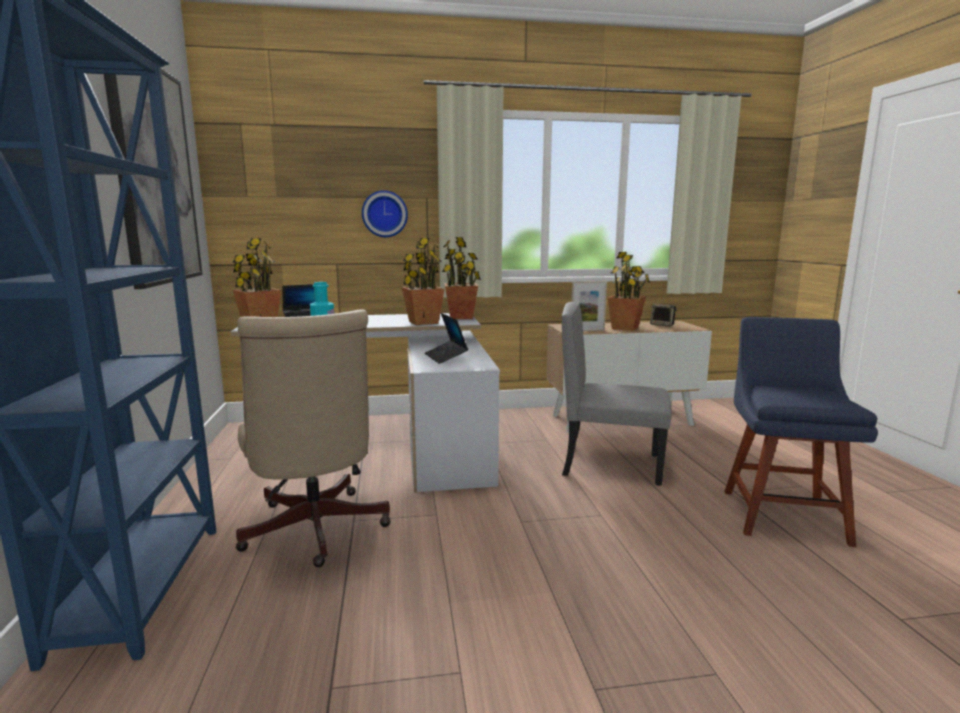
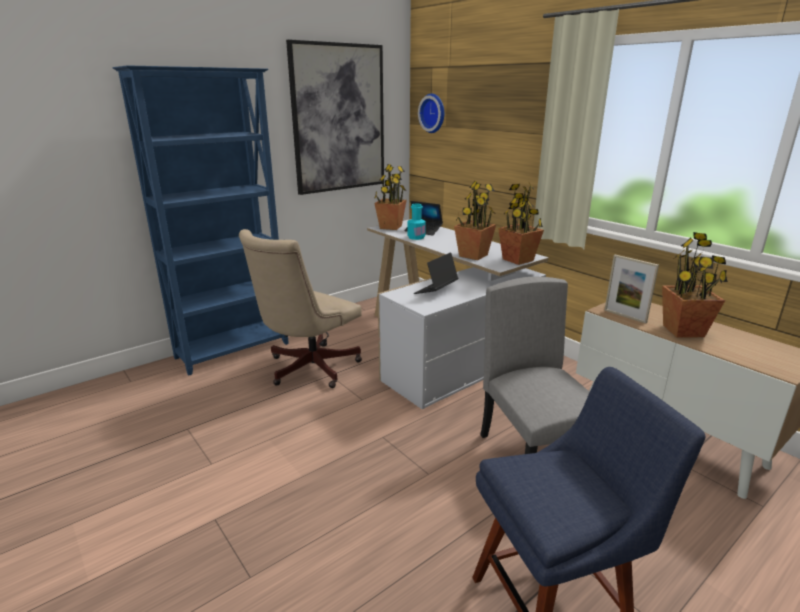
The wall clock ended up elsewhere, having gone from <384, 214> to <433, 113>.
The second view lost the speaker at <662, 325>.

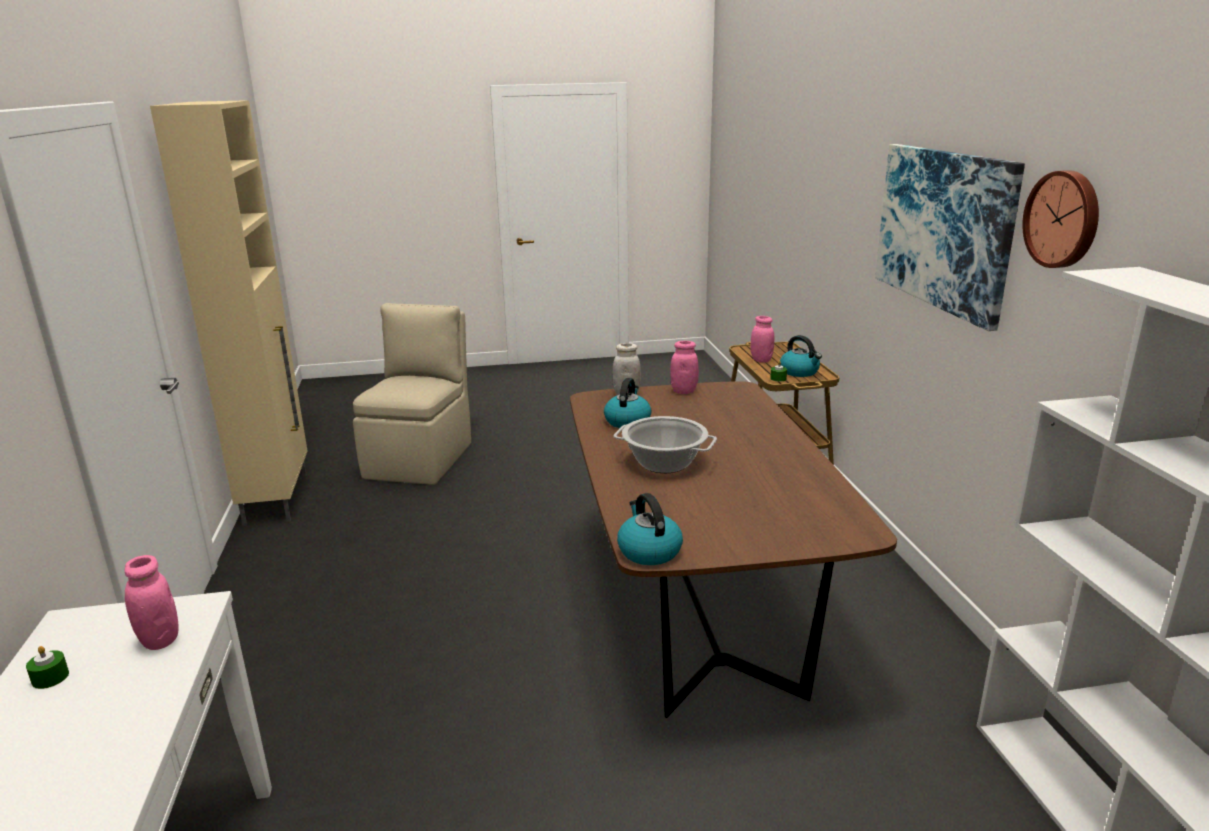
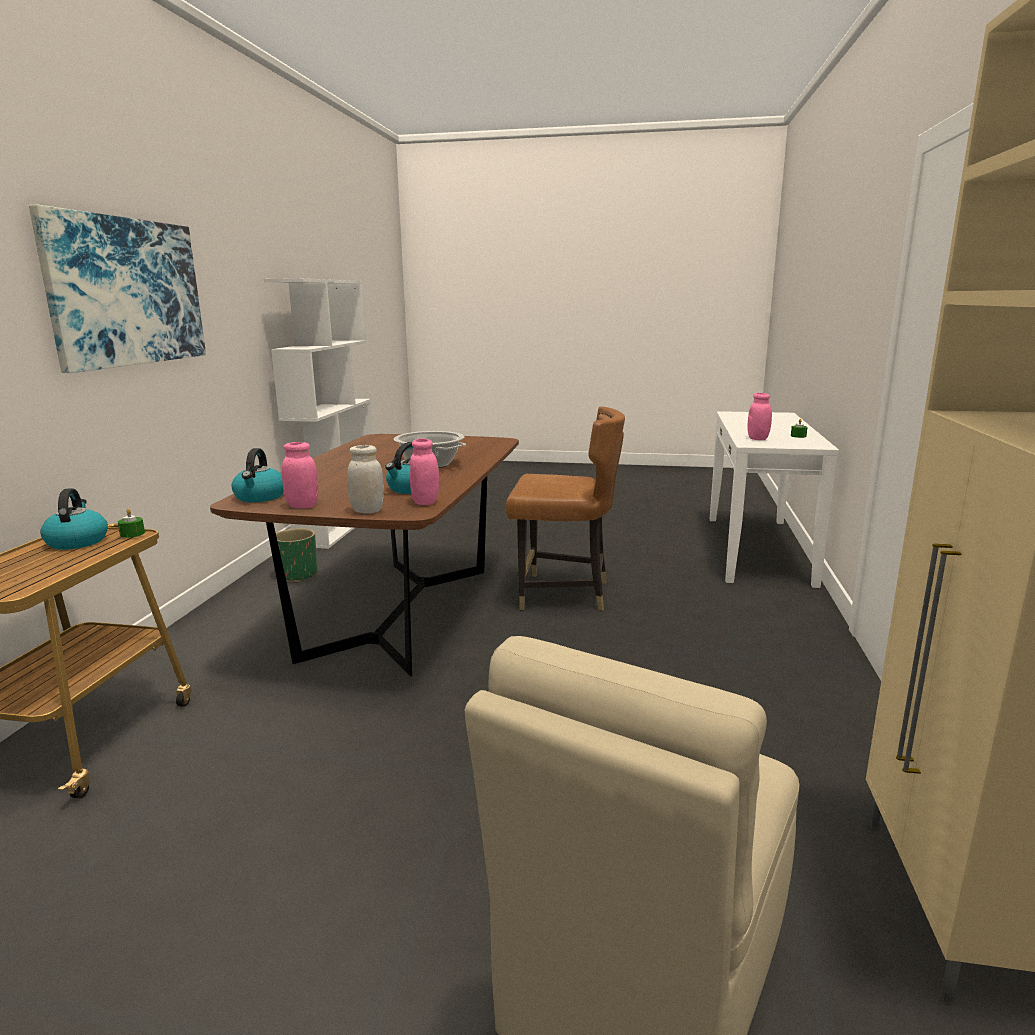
The water kettle ended up elsewhere, having gone from <648, 551> to <260, 497>.
The pinkish jar ended up elsewhere, having gone from <761, 360> to <425, 502>.
The second view lost the wall clock at <1064, 219>.
The second view gained the green planter at <297, 575>.
The second view gained the brown-coloured chair at <563, 594>.

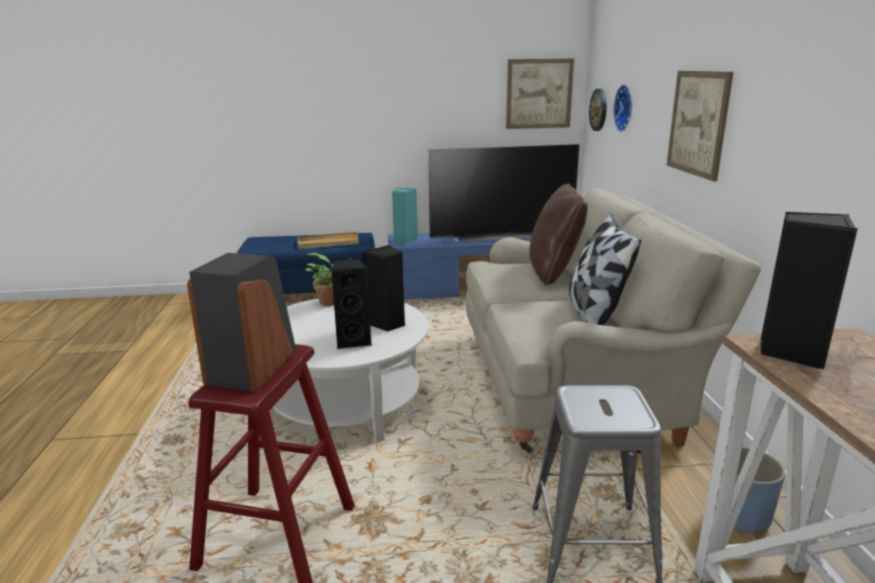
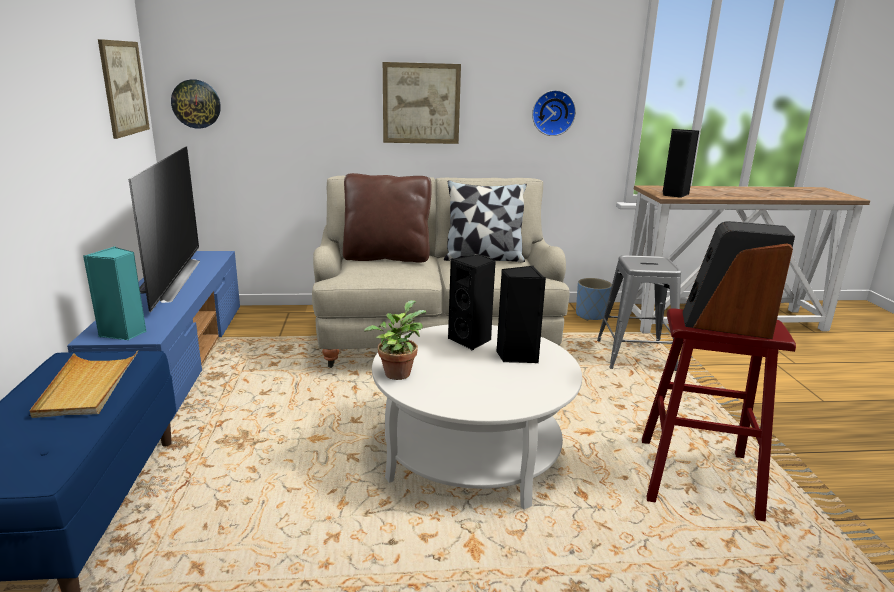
The wall clock ended up elsewhere, having gone from <626, 108> to <553, 113>.

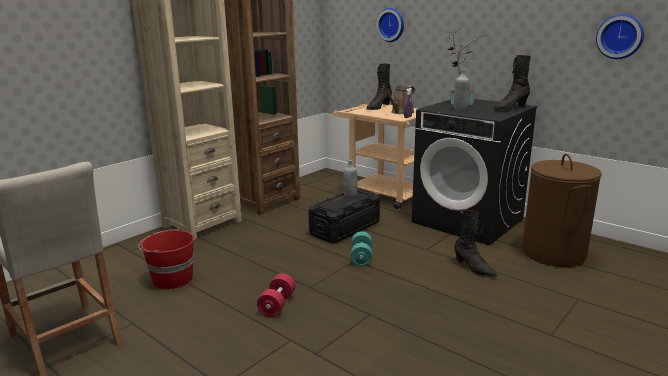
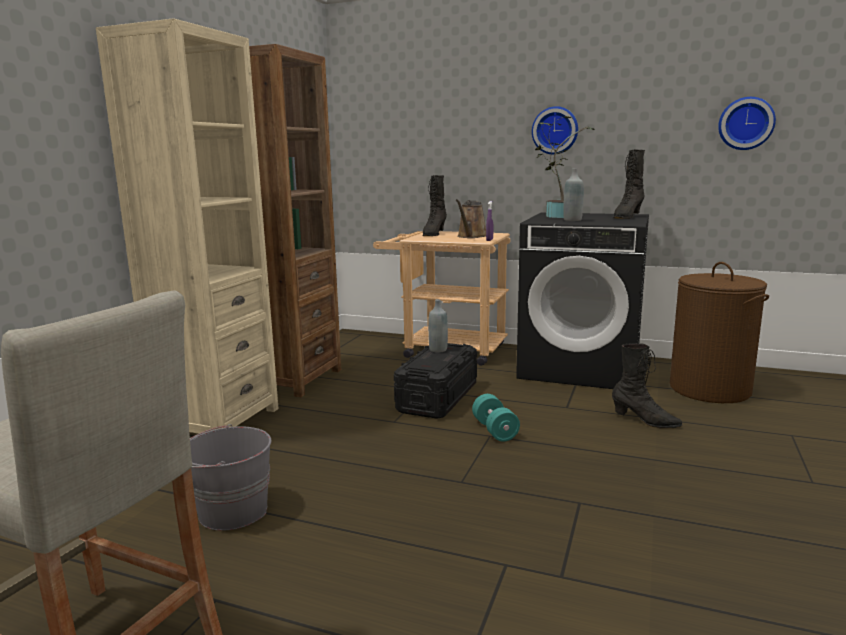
What was the reddish pail at <171, 279> turned into the greyish pail at <231, 511>.
The second view lost the reddish free weight at <277, 305>.
The wall clock ended up elsewhere, having gone from <391, 25> to <555, 130>.

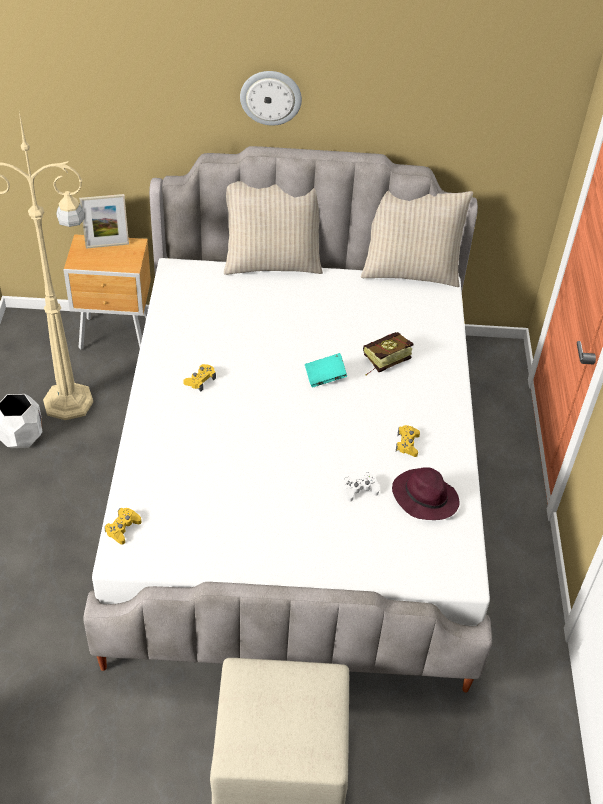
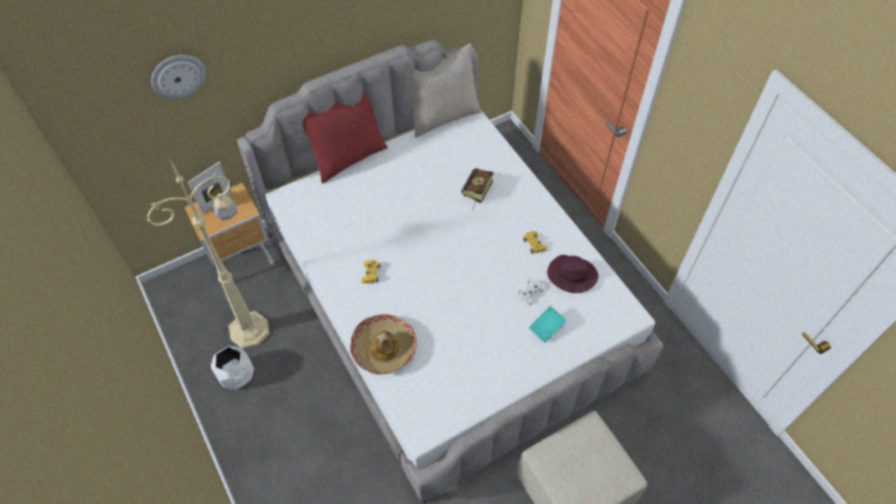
The second view lost the yellow-coloured gamepad at <122, 528>.
What was the sand-coloured throw pillow at <272, 263> turned into the reddish throw pillow at <348, 157>.
The wall clock ended up elsewhere, having gone from <271, 97> to <178, 75>.
The turquoise-coloured book ended up elsewhere, having gone from <325, 377> to <546, 328>.
The second view gained the clothing hat at <384, 348>.

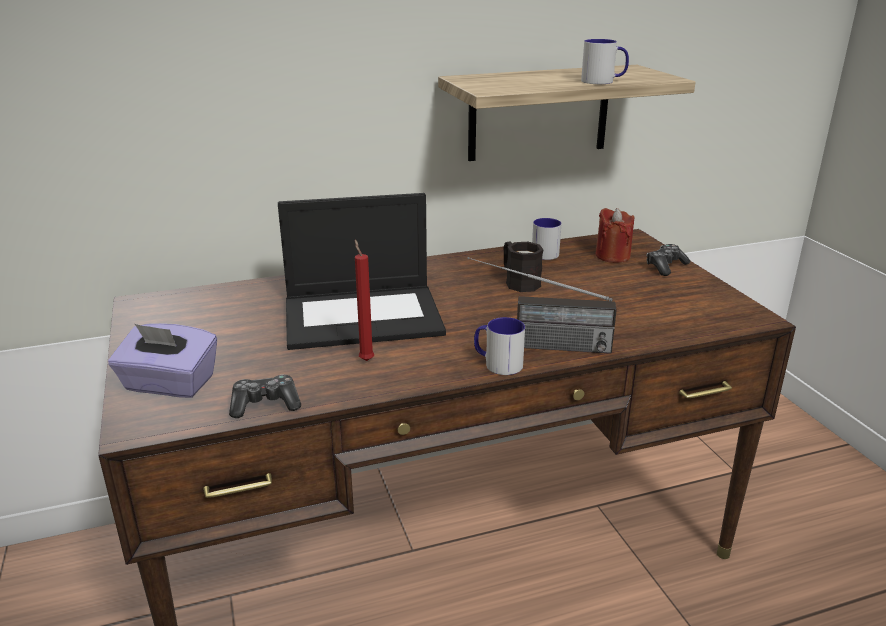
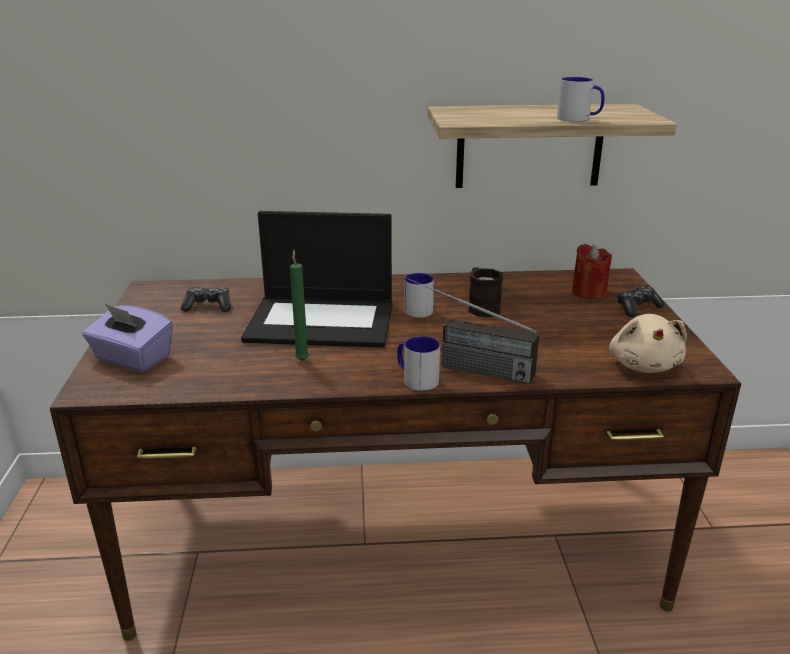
The gamepad ended up elsewhere, having gone from <265, 405> to <208, 306>.
What was the reddish candle at <365, 359> turned into the green candle at <302, 359>.
The coffee mug ended up elsewhere, having gone from <544, 252> to <420, 308>.
The second view gained the sand-coloured soft toy at <644, 365>.

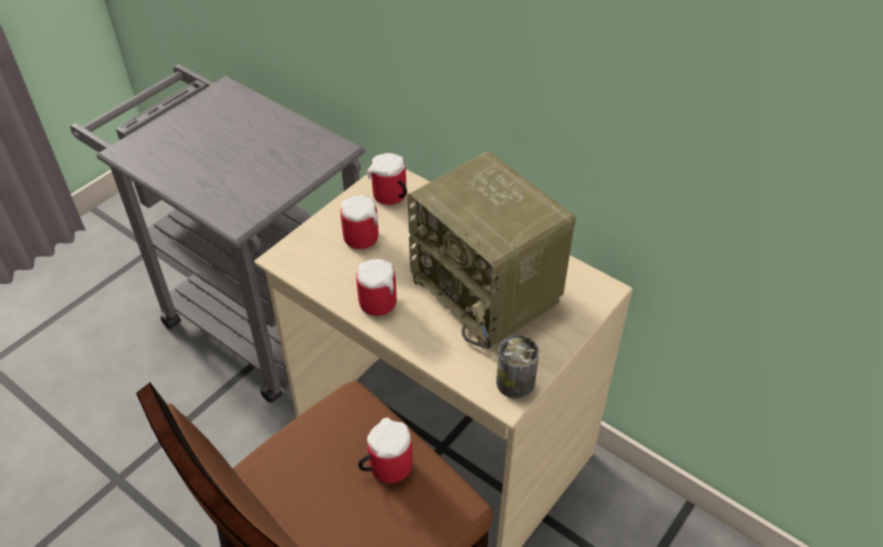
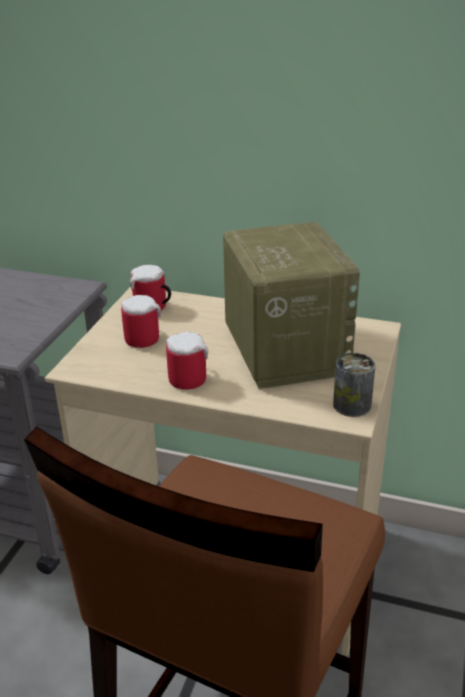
The second view lost the coffee mug at <384, 467>.
The radio receiver at <488, 290> ended up facing another way, 135 degrees counterclockwise from before.

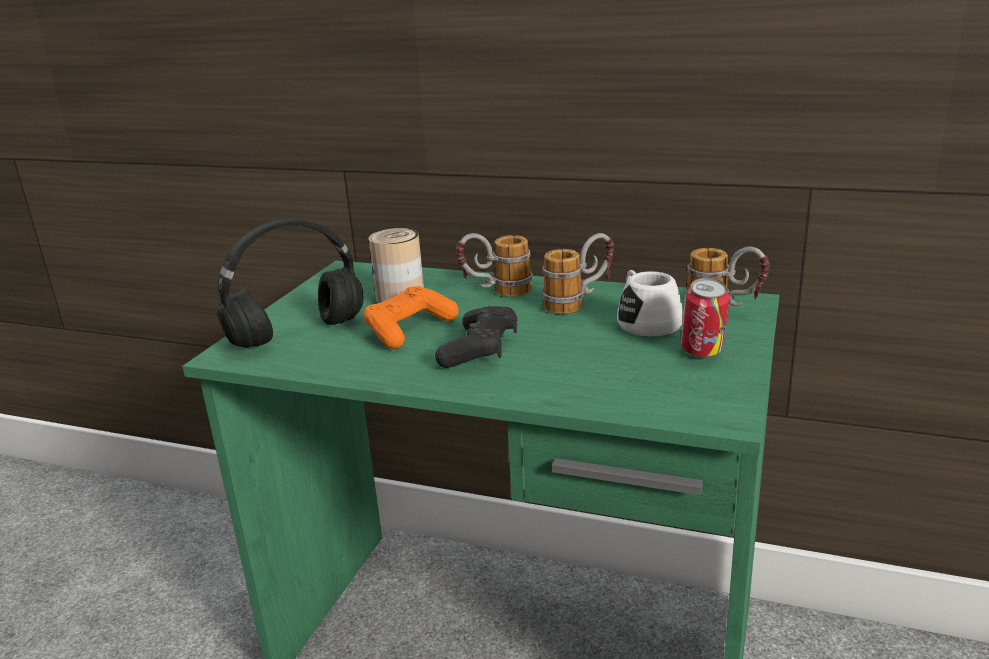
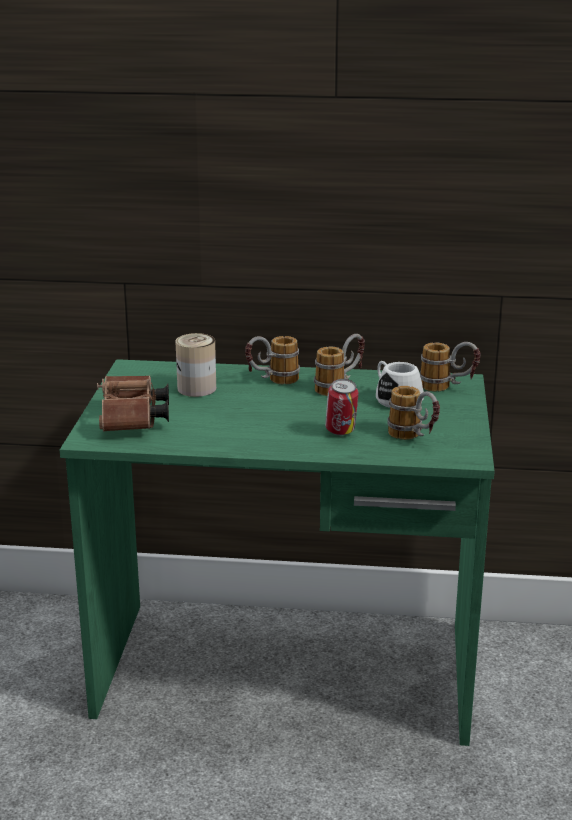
Where the blackish headphones stood at <295, 334>, the brown-coloured field glasses came to stand at <133, 421>.
The second view lost the orange-coloured gamepad at <409, 329>.
The second view lost the blackish gamepad at <480, 350>.
The sealed can ended up elsewhere, having gone from <702, 354> to <341, 433>.
The second view gained the coffee mug at <414, 438>.

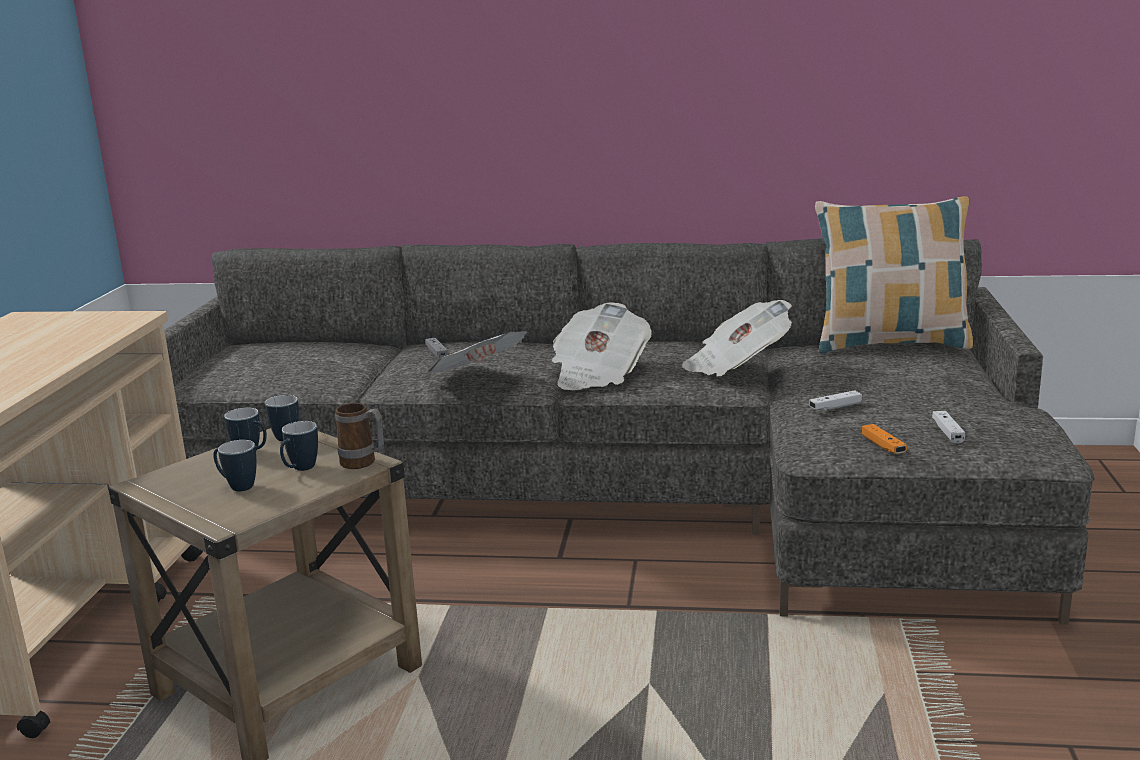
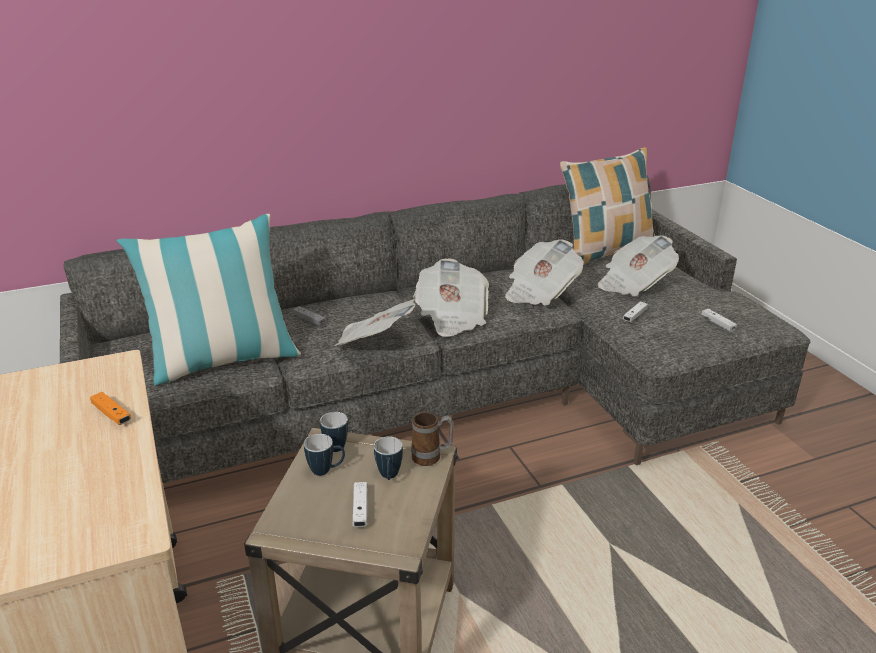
Where the coffee mug stood at <237, 486>, the whitish gamepad came to stand at <360, 510>.
The orange-coloured gamepad ended up elsewhere, having gone from <883, 446> to <112, 414>.
The second view gained the throw pillow at <223, 361>.
The second view gained the newspaper at <634, 284>.

